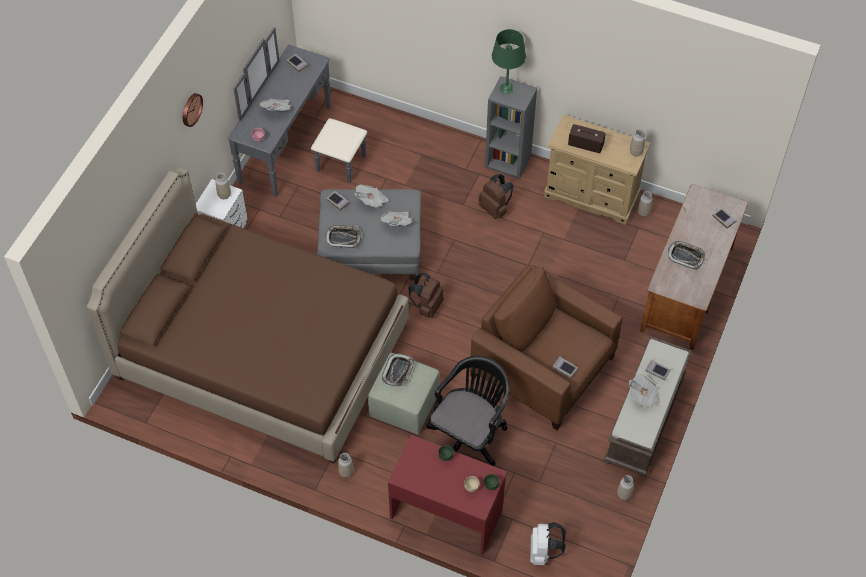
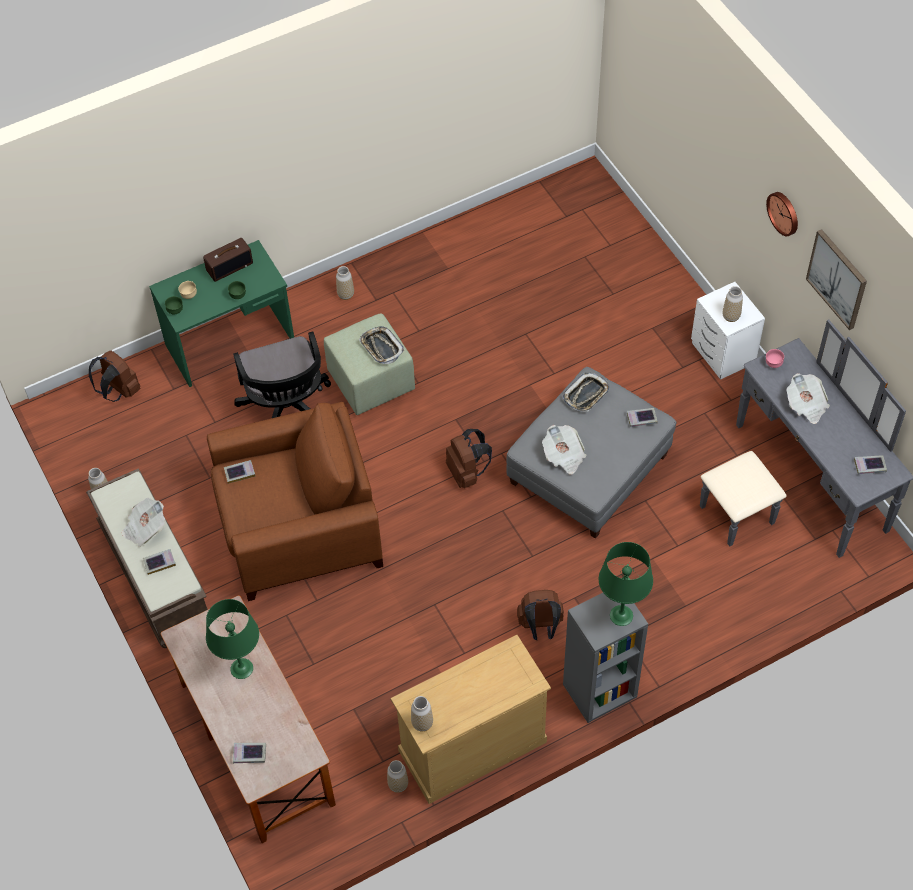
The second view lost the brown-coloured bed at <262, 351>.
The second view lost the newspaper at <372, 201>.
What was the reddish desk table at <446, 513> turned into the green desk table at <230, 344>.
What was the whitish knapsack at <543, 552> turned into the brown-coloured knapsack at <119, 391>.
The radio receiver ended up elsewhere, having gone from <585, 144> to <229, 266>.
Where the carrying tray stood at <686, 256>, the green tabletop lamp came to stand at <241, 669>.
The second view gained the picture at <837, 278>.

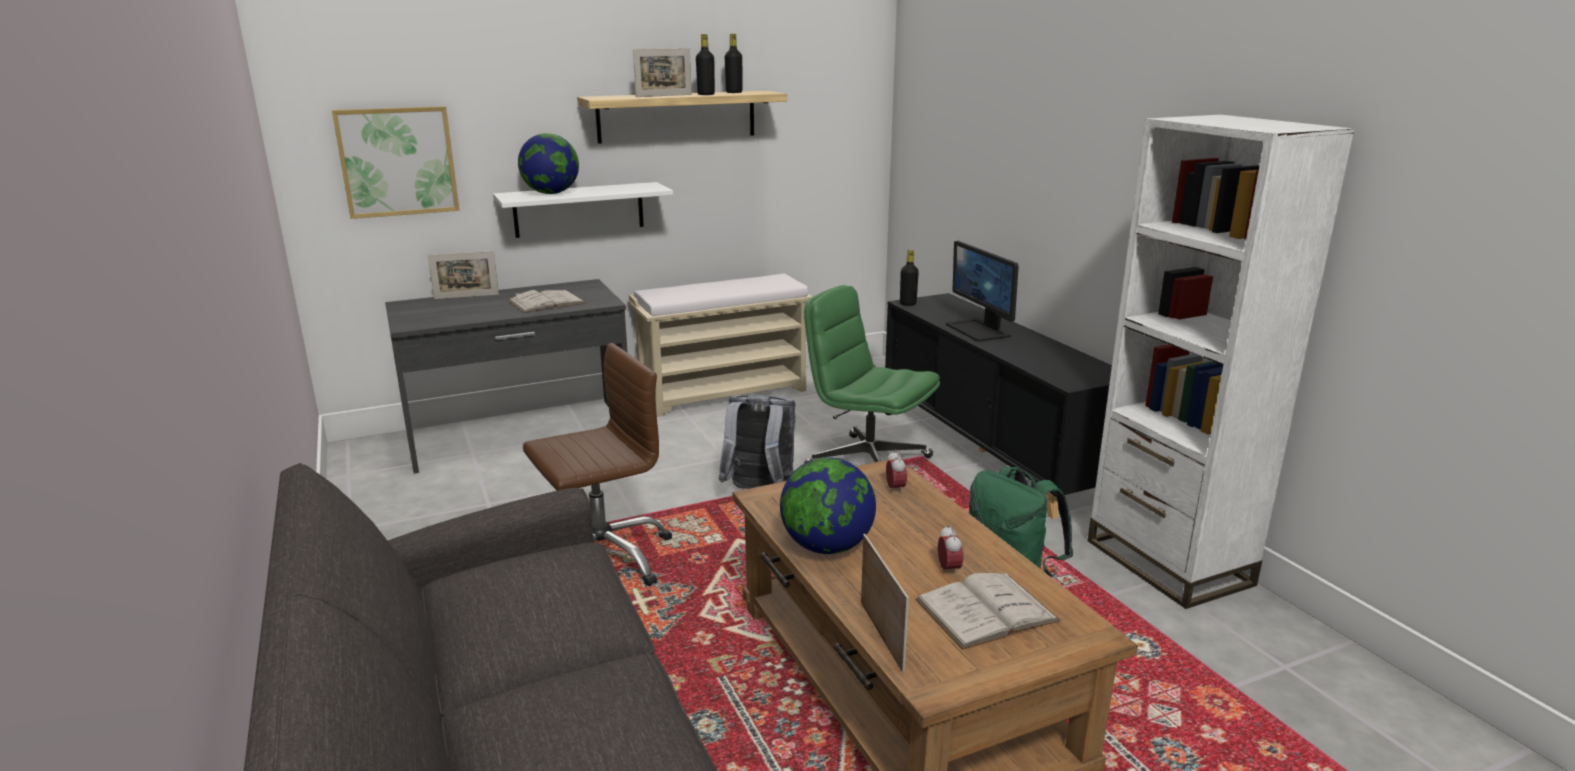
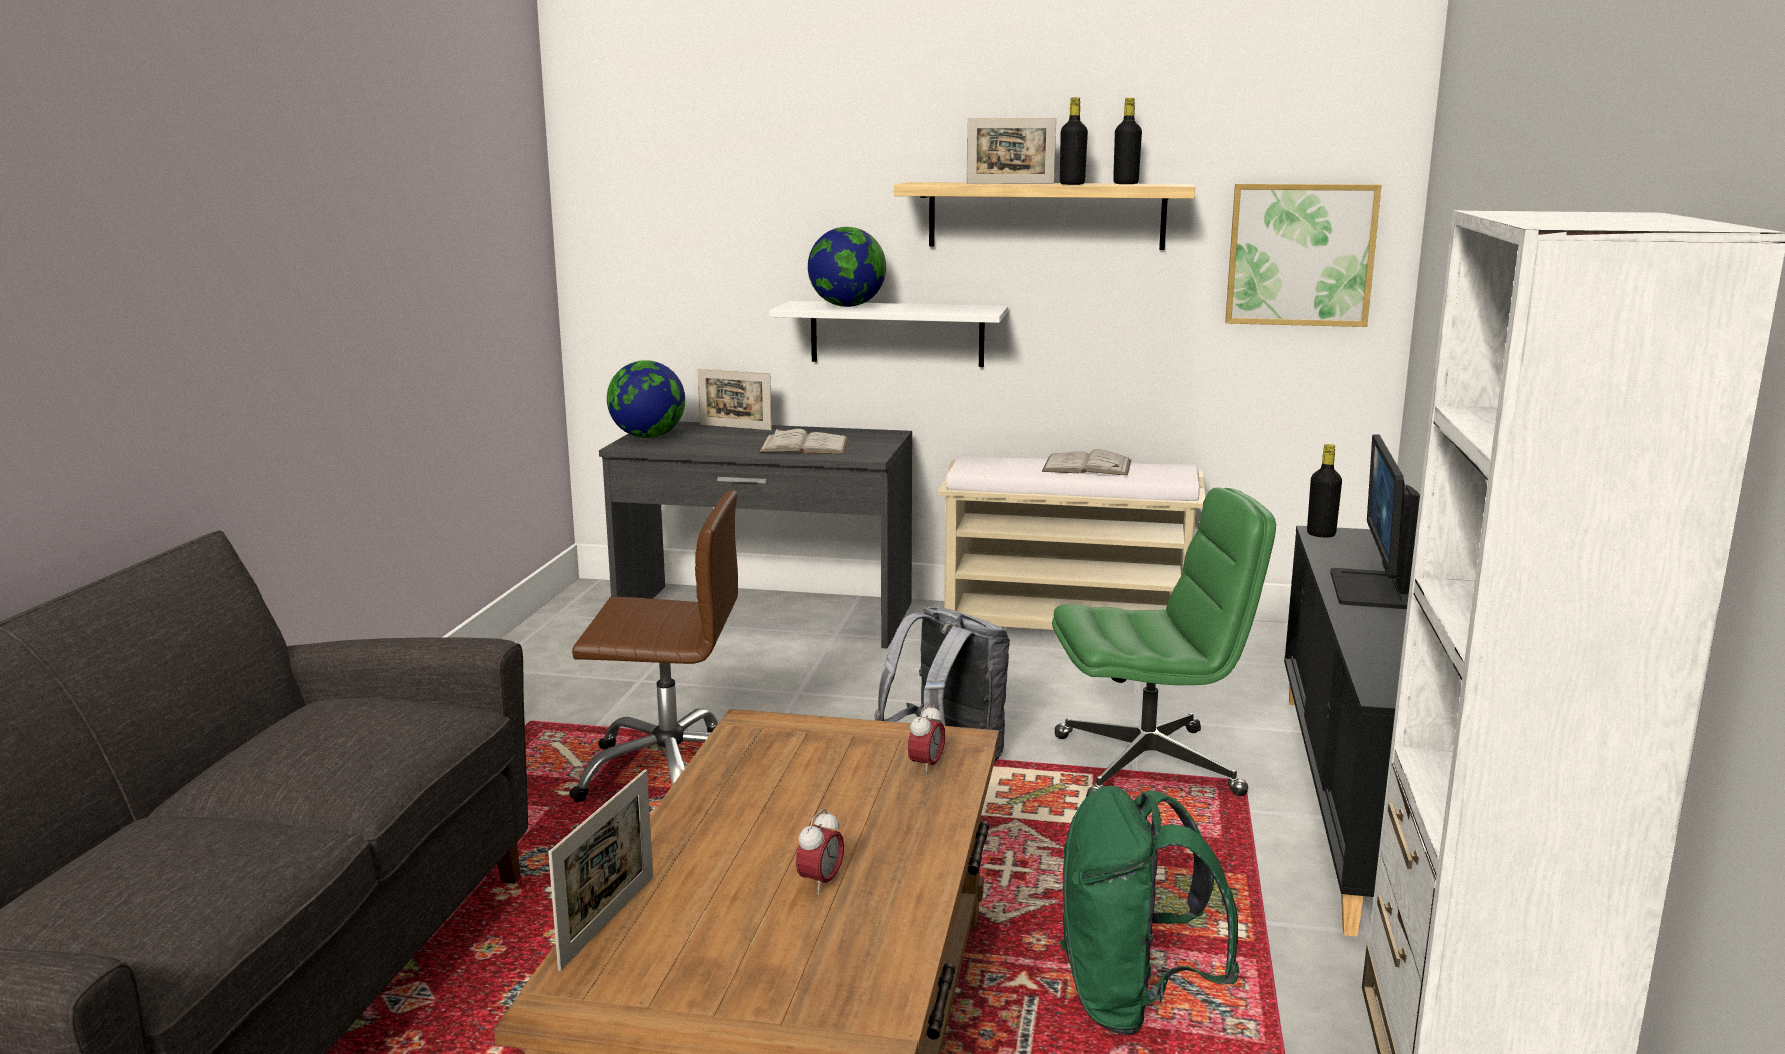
The picture ended up elsewhere, having gone from <397, 161> to <1300, 254>.
The desk globe ended up elsewhere, having gone from <826, 547> to <648, 437>.
The green office chair at <867, 462> ended up facing another way, 105 degrees clockwise from before.
The whitish book ended up elsewhere, having gone from <986, 610> to <1087, 466>.

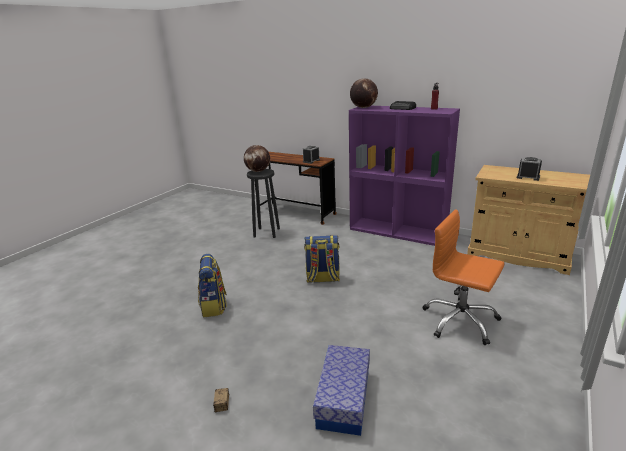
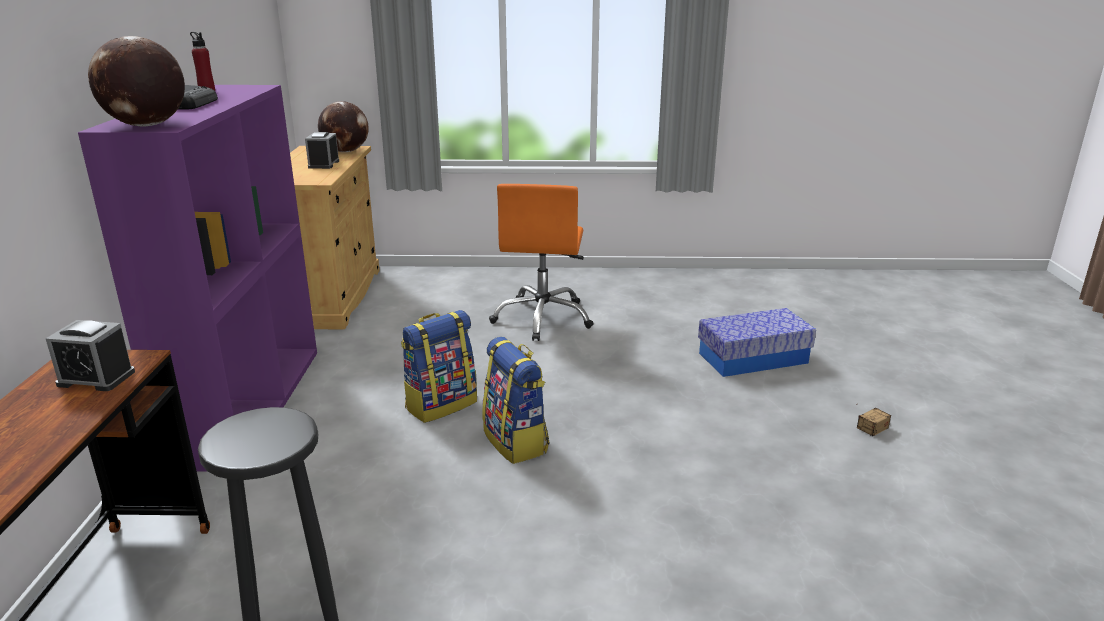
The knapsack ended up elsewhere, having gone from <214, 306> to <441, 404>.
The desk globe ended up elsewhere, having gone from <258, 171> to <346, 151>.

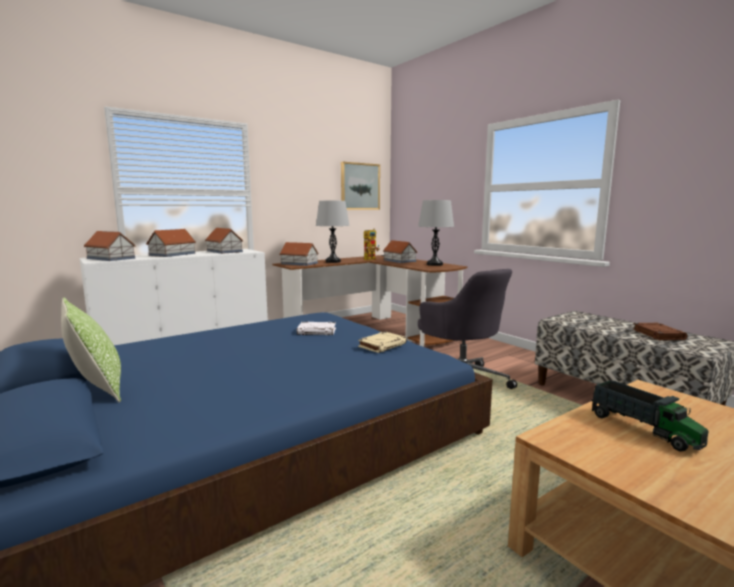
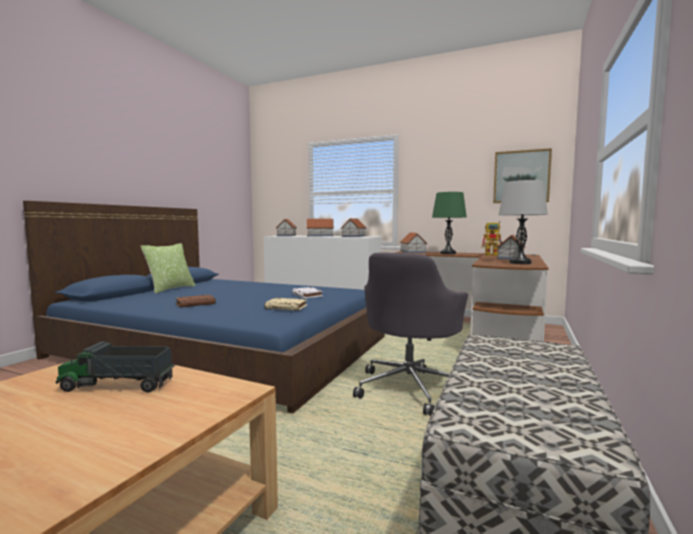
What was the greyish tabletop lamp at <333, 261> turned into the green tabletop lamp at <448, 253>.
The toy truck at <643, 429> ended up facing another way, 60 degrees clockwise from before.
The brown-coloured book ended up elsewhere, having gone from <657, 334> to <196, 304>.

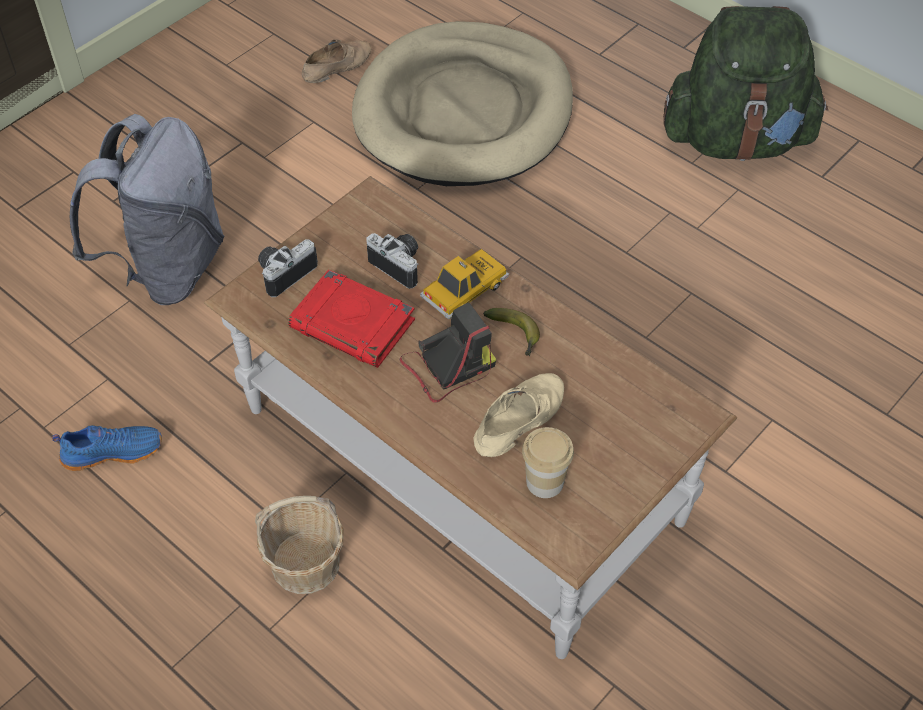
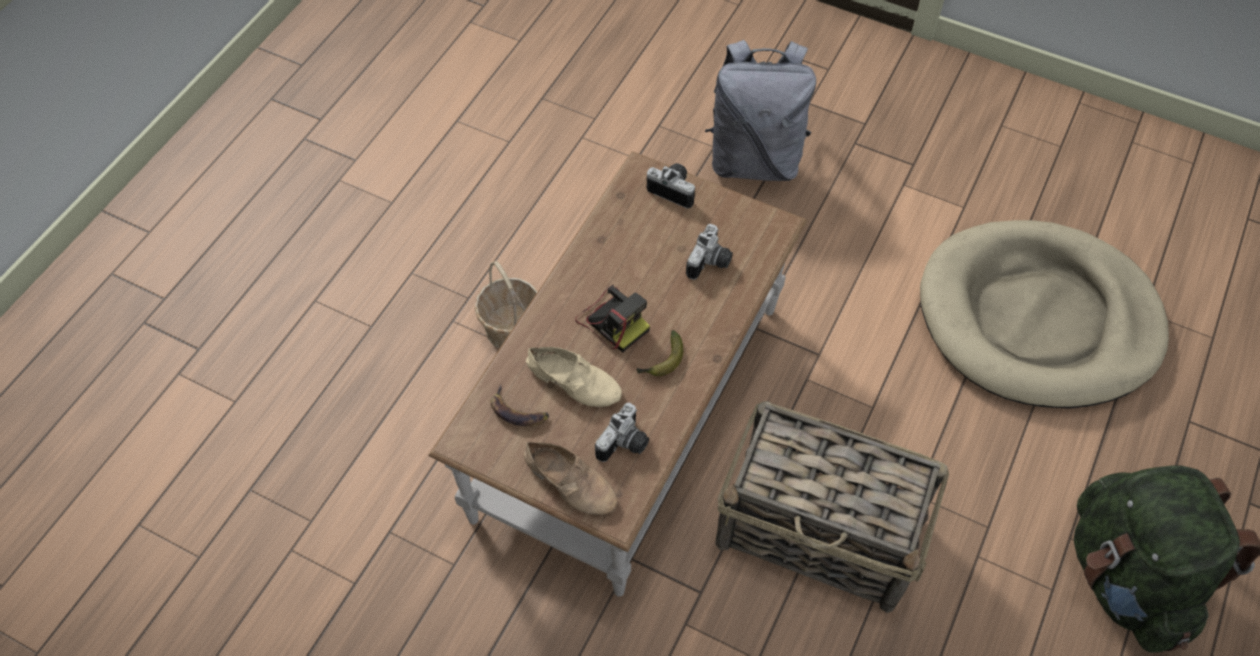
The second view lost the blue-coloured low shoe at <113, 451>.
The second view lost the reddish book at <354, 325>.
The sand-coloured low shoe ended up elsewhere, having gone from <336, 65> to <571, 481>.
The second view lost the toy car at <464, 290>.
Where the drinking cup stood at <545, 482>, the whole banana came to stand at <518, 411>.
The second view gained the photo camera at <625, 445>.
The second view gained the storage basket at <820, 532>.

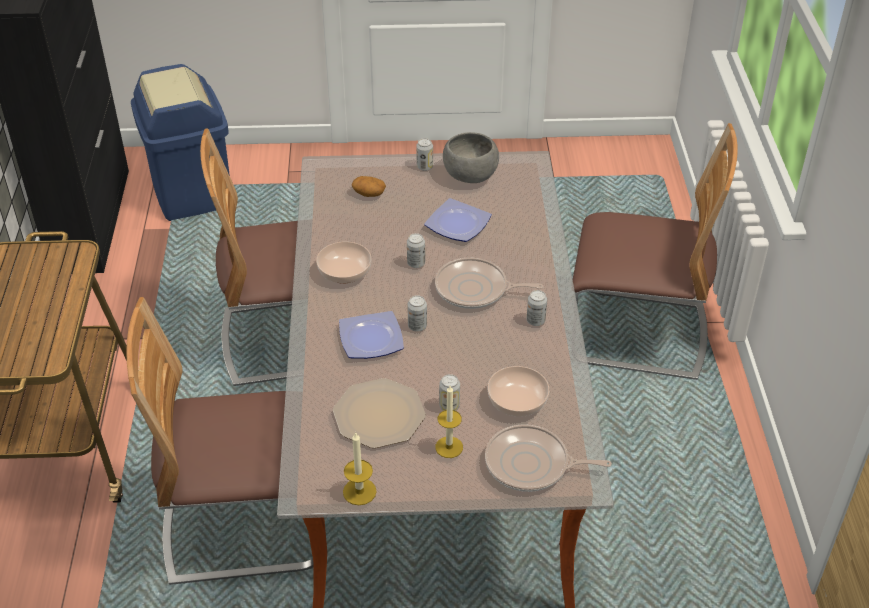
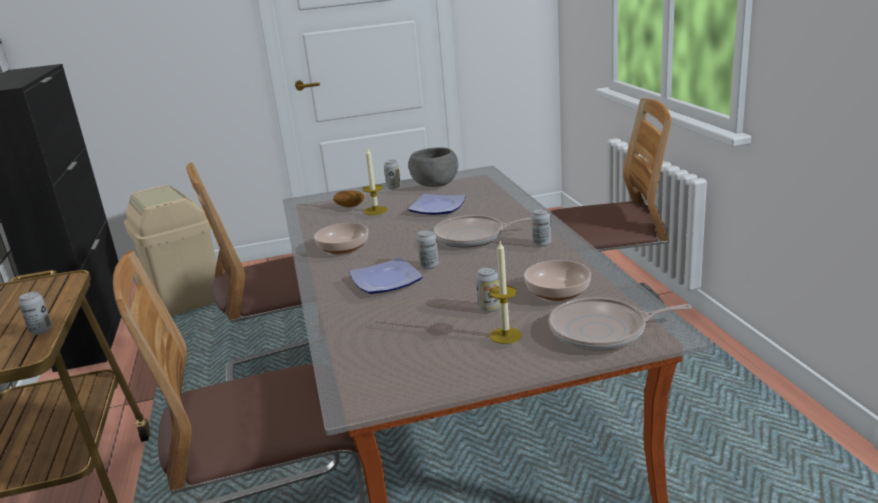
What was the blue-coloured waste bin at <191, 193> turned into the sand-coloured waste bin at <186, 299>.
The second view lost the dinner plate at <380, 414>.
The candle ended up elsewhere, having gone from <359, 491> to <375, 211>.
The sealed can ended up elsewhere, having gone from <416, 263> to <41, 330>.

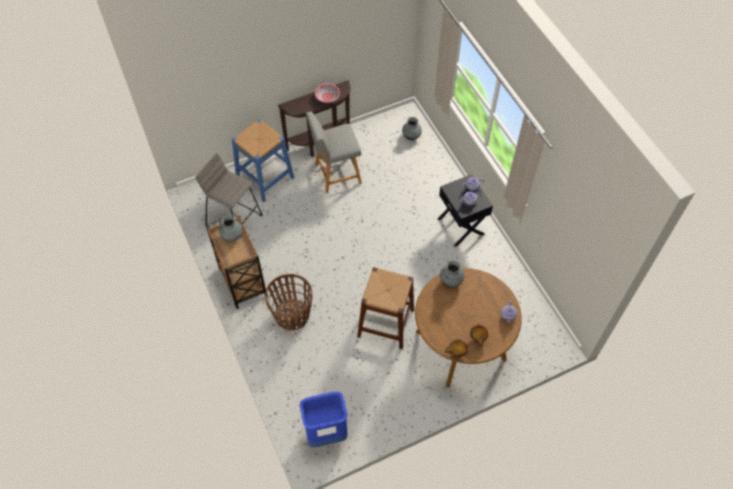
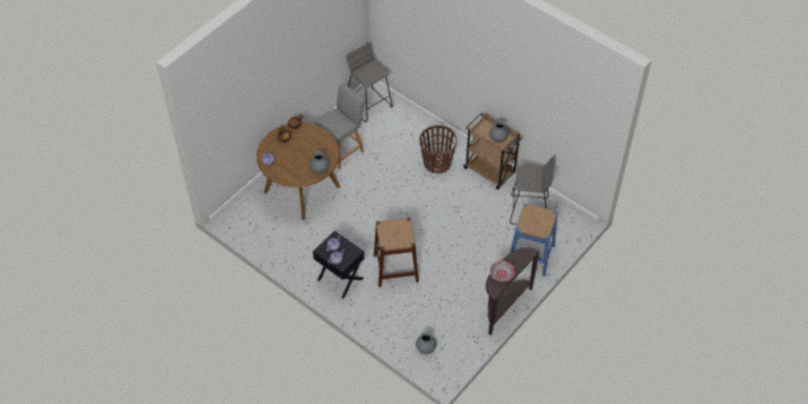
Where the blue-coloured waste bin stood at <326, 434>, the greyish stool seat came to stand at <369, 105>.
The greyish chair ended up elsewhere, having gone from <335, 174> to <342, 150>.
The brown-coloured stool seat ended up elsewhere, having gone from <386, 322> to <396, 268>.

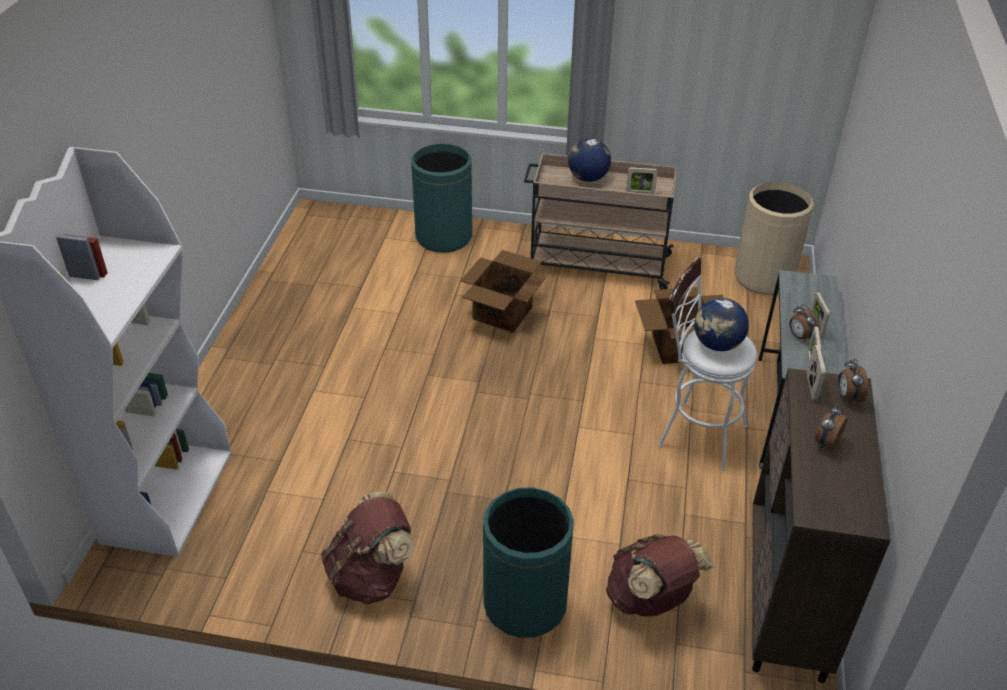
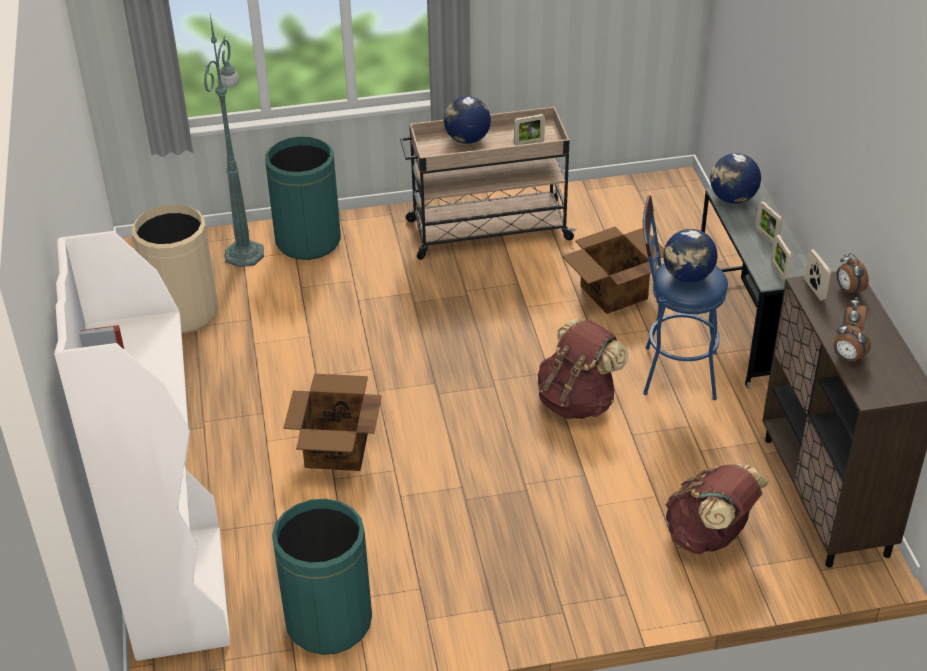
The brown-coloured knapsack ended up elsewhere, having gone from <371, 576> to <577, 401>.
The packing box ended up elsewhere, having gone from <501, 313> to <336, 450>.
The green waste bin ended up elsewhere, having gone from <524, 604> to <328, 621>.
What was the whitish stool seat at <695, 433> turned into the blue-coloured stool seat at <671, 372>.
The sand-coloured waste bin ended up elsewhere, having gone from <764, 277> to <184, 312>.
The alarm clock ended up elsewhere, having gone from <799, 337> to <847, 358>.
The second view gained the green floor lamp at <245, 253>.
The second view gained the desk globe at <732, 199>.

